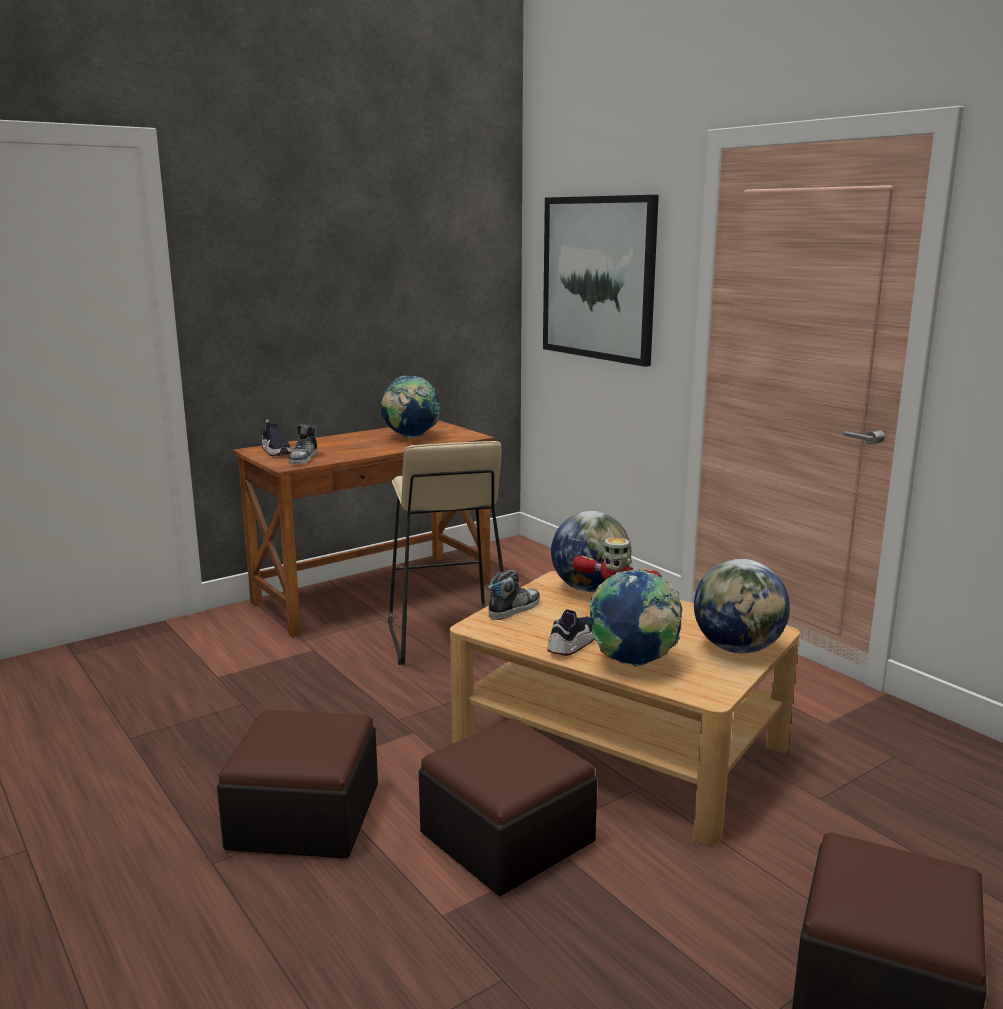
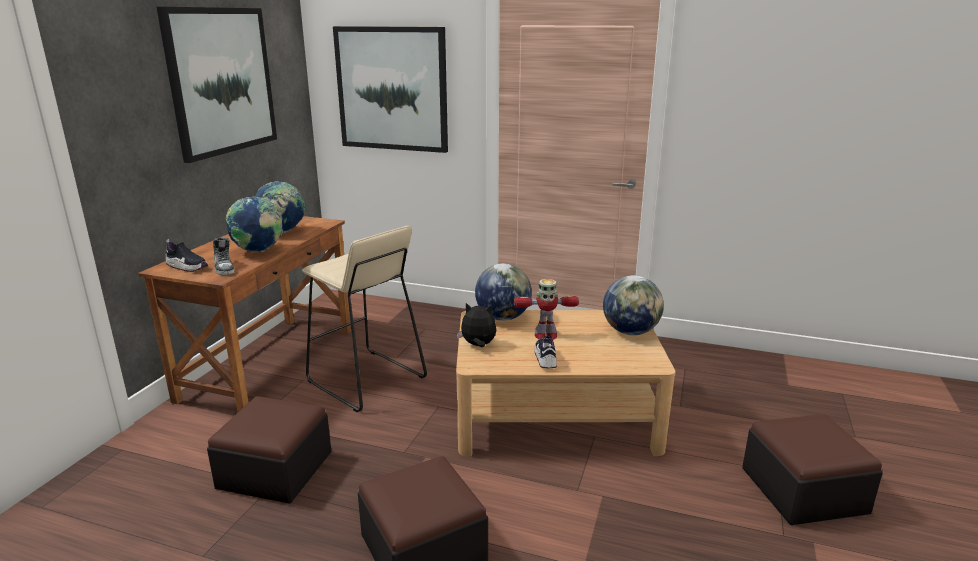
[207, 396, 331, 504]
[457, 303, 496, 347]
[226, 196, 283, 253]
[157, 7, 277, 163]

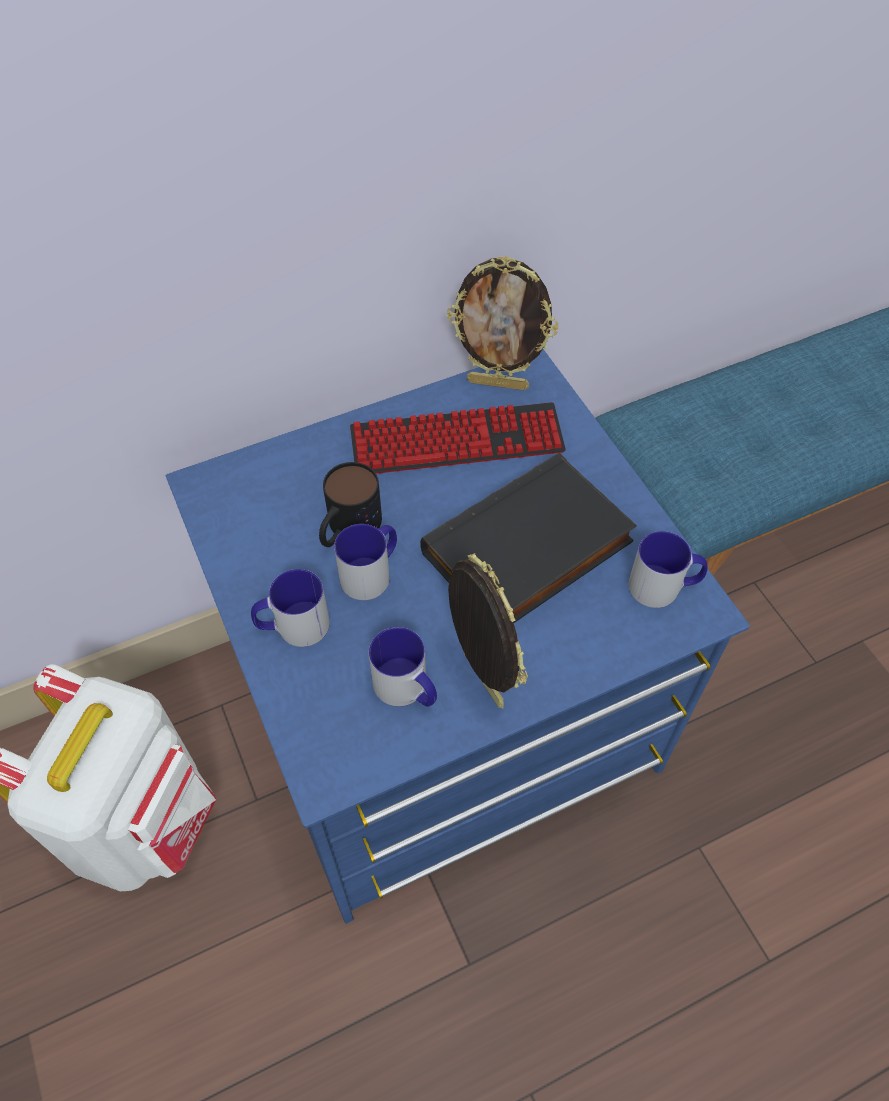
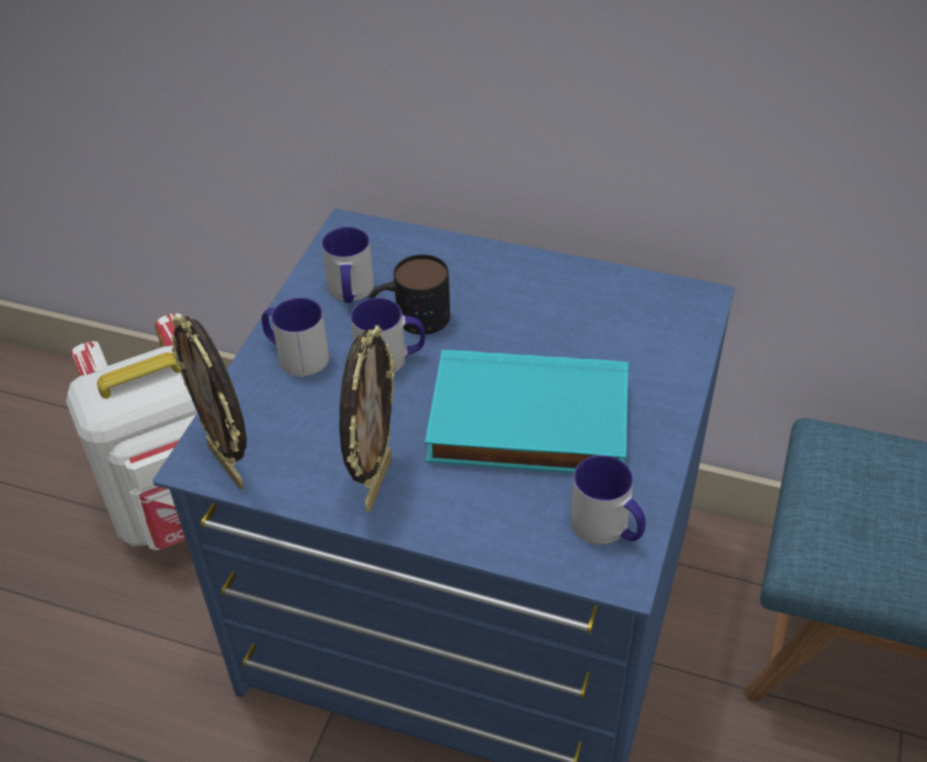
[350, 402, 566, 474] (first image)
[322, 227, 374, 303]
[425, 350, 628, 473]
[171, 315, 247, 489]

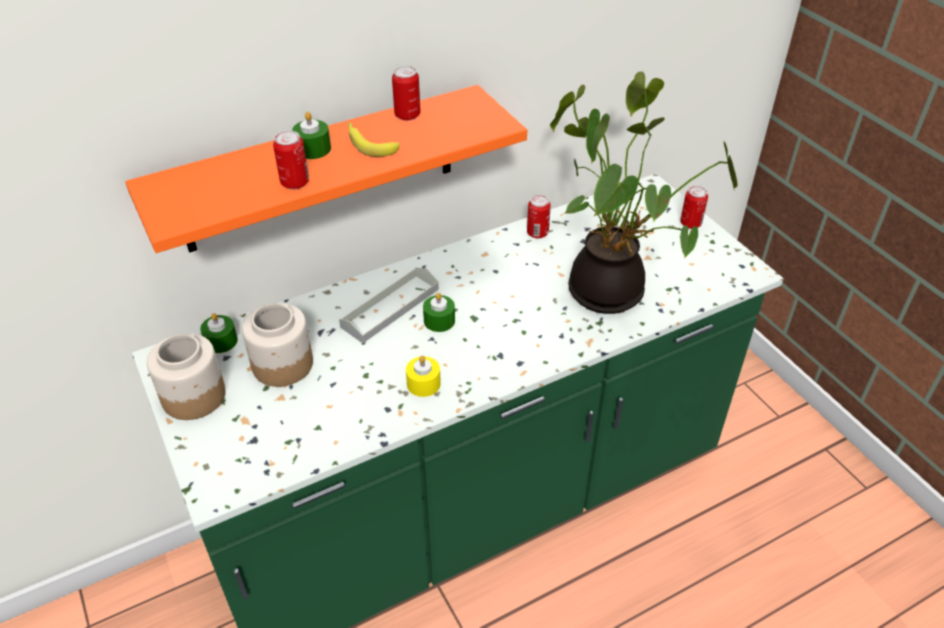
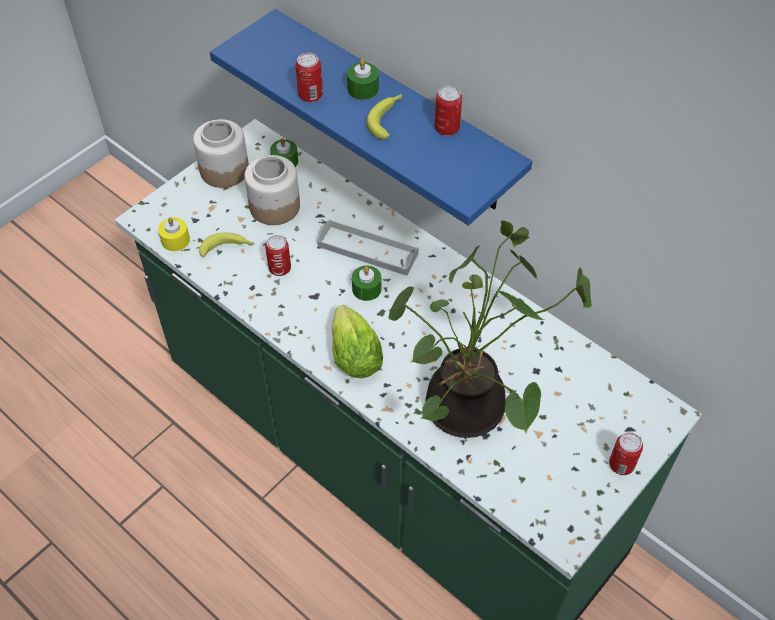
[210, 9, 532, 226]
[158, 217, 190, 251]
[265, 235, 291, 276]
[199, 233, 255, 257]
[332, 305, 383, 378]

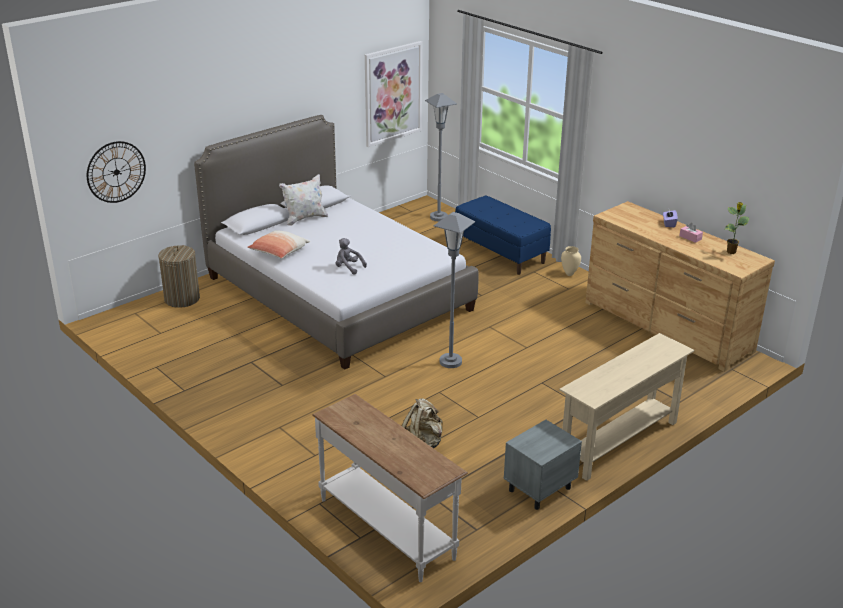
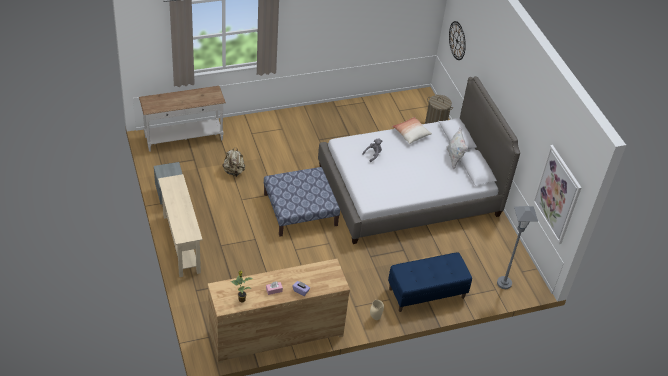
[264, 167, 340, 237]

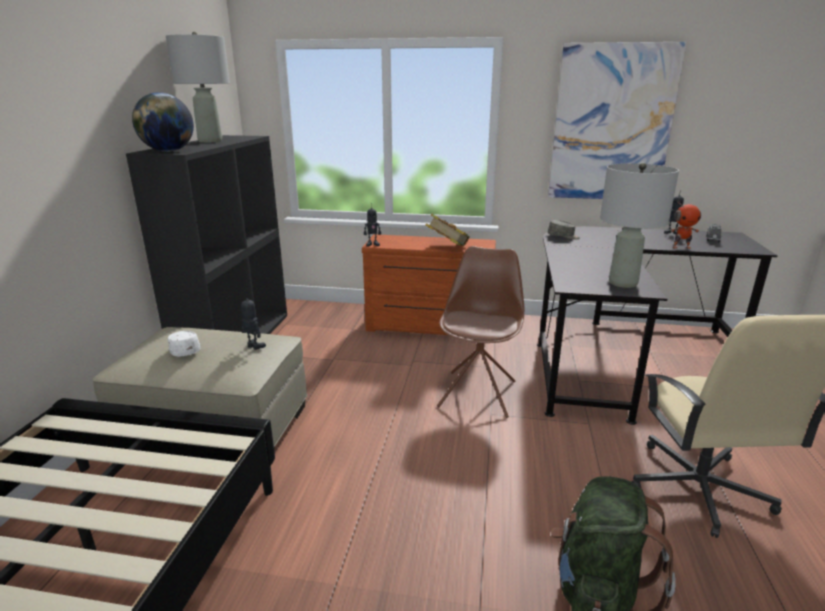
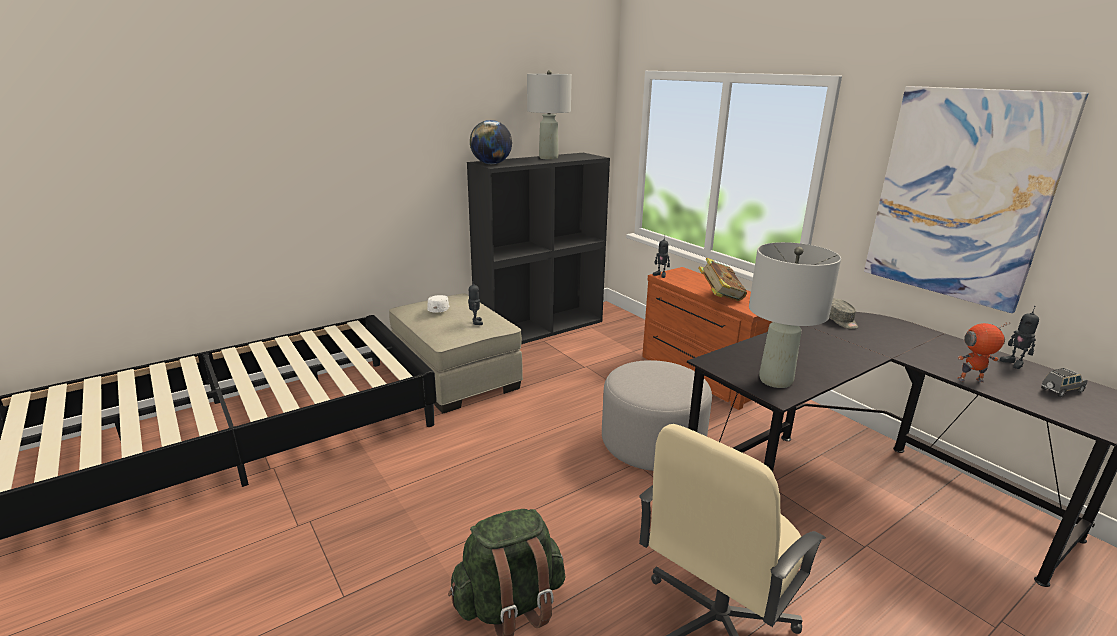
[602, 360, 712, 471]
[957, 322, 1010, 382]

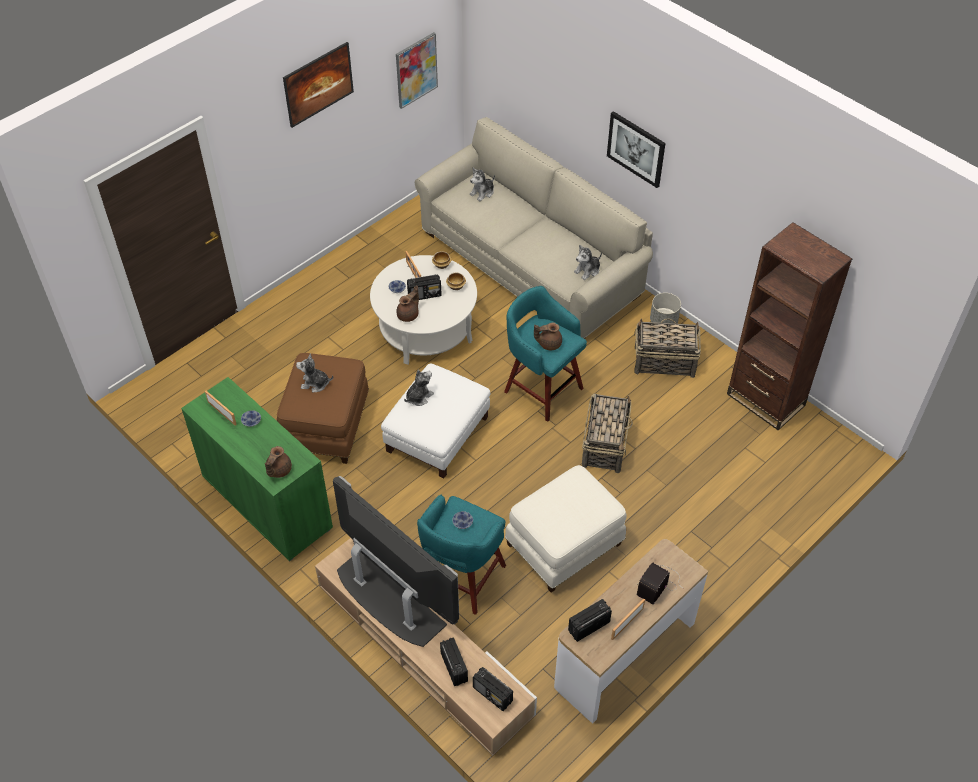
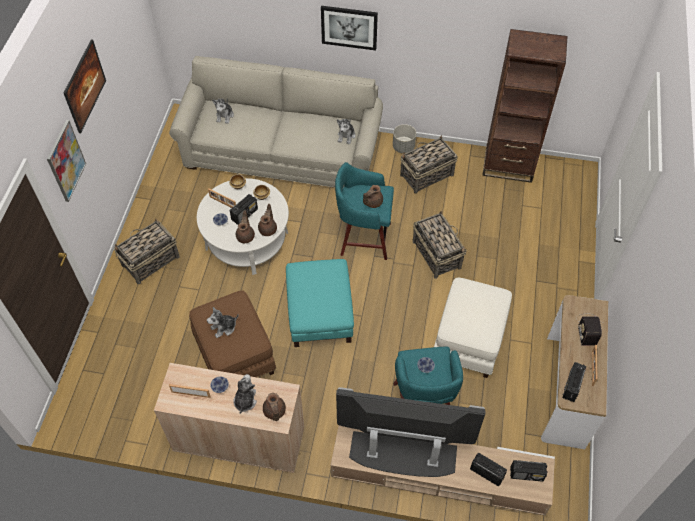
[154, 363, 304, 473]
[286, 259, 354, 347]
[47, 120, 86, 202]
[233, 374, 257, 414]
[114, 219, 180, 284]
[258, 204, 277, 236]

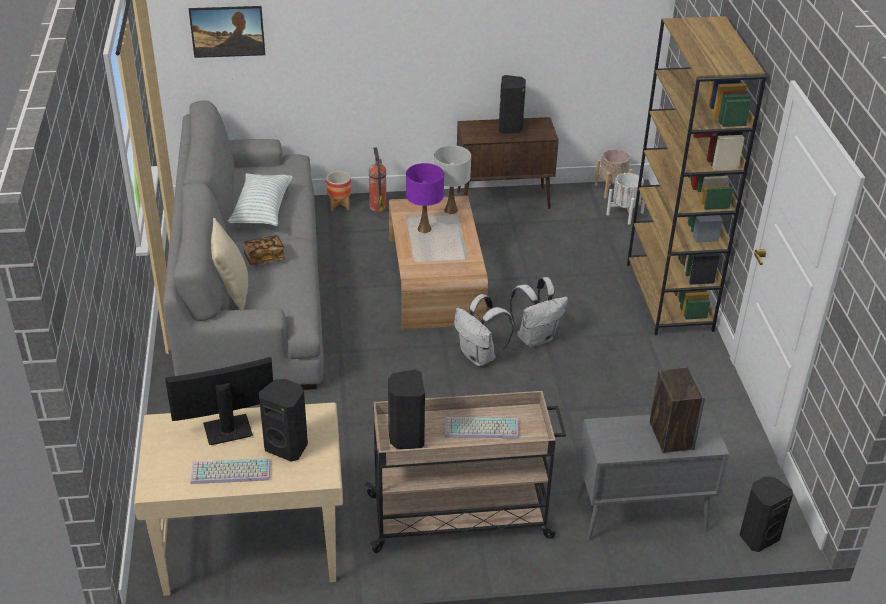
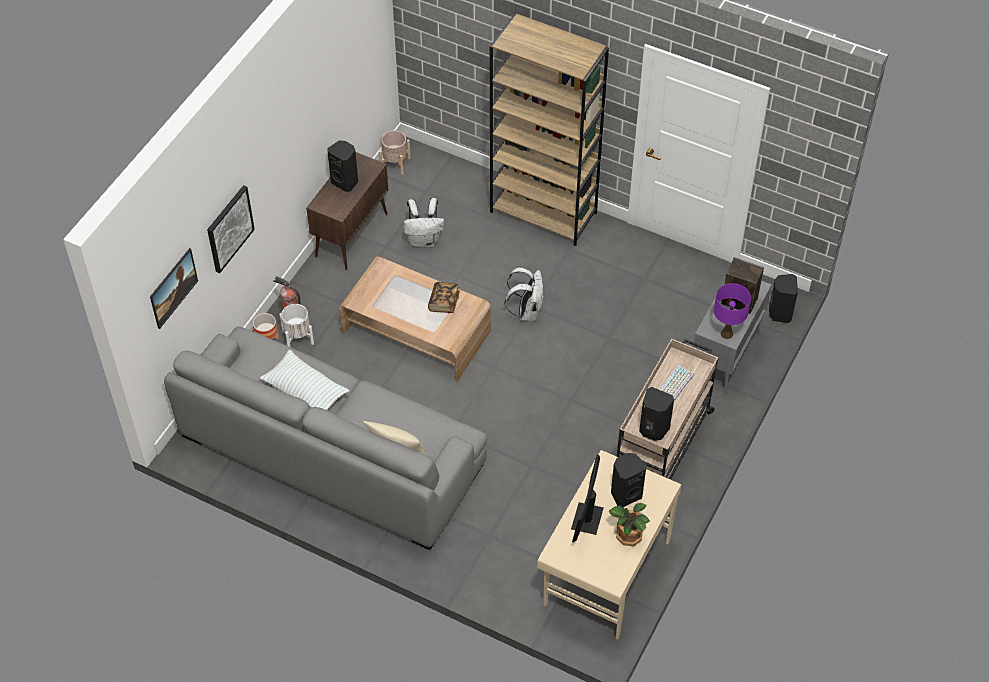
[609, 503, 650, 546]
[428, 282, 460, 313]
[714, 283, 751, 339]
[434, 145, 471, 214] (first image)
[404, 198, 444, 248]
[279, 304, 314, 347]
[207, 185, 255, 273]

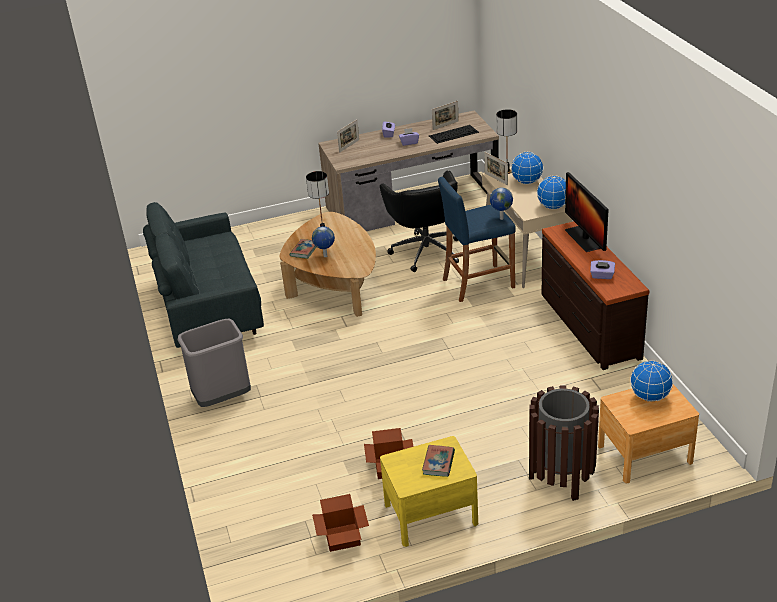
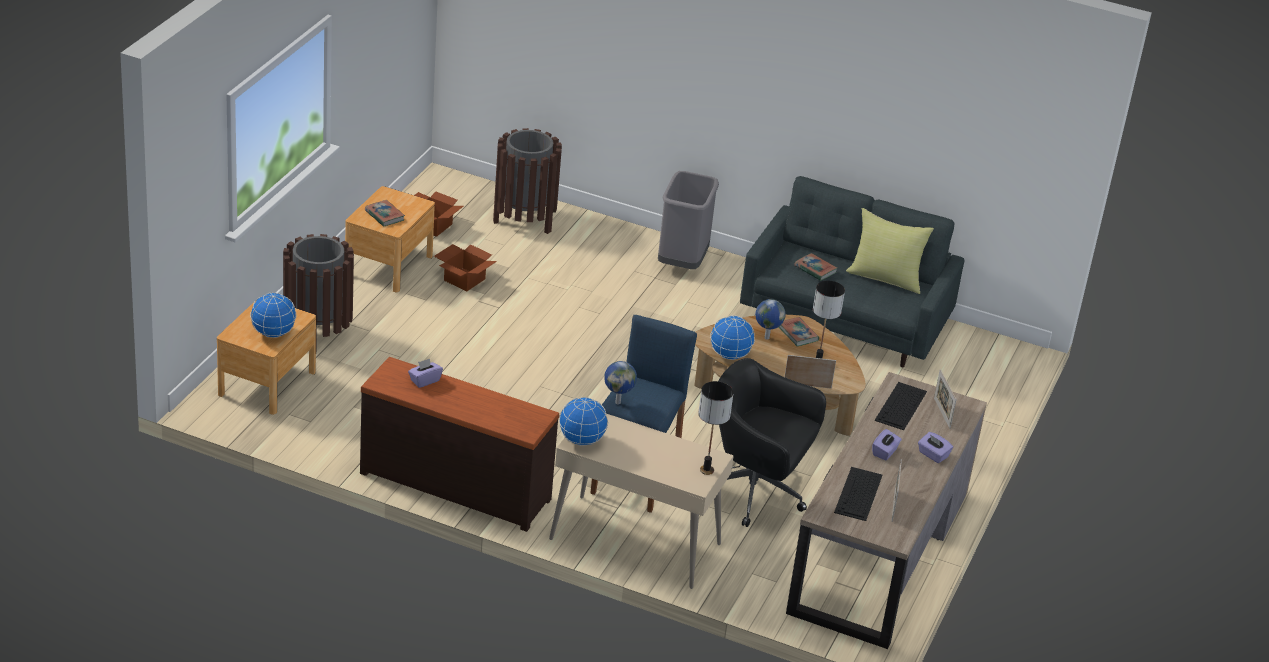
[345, 186, 435, 292]
[784, 355, 836, 389]
[710, 315, 755, 360]
[565, 172, 609, 252] (first image)
[493, 128, 562, 234]
[794, 253, 837, 281]
[846, 208, 934, 294]
[874, 382, 927, 430]

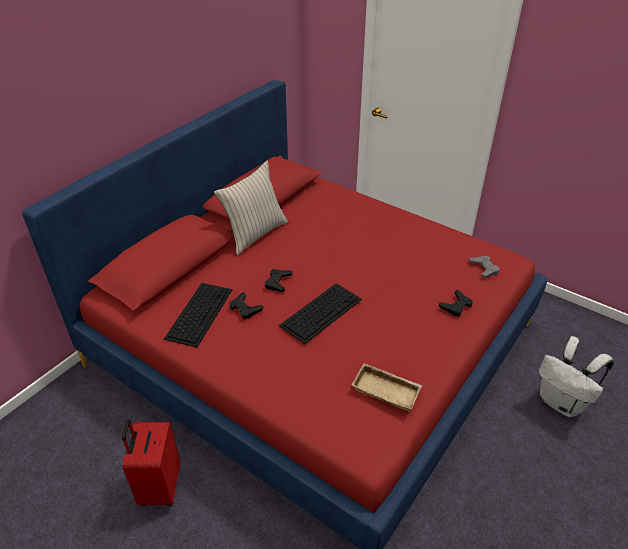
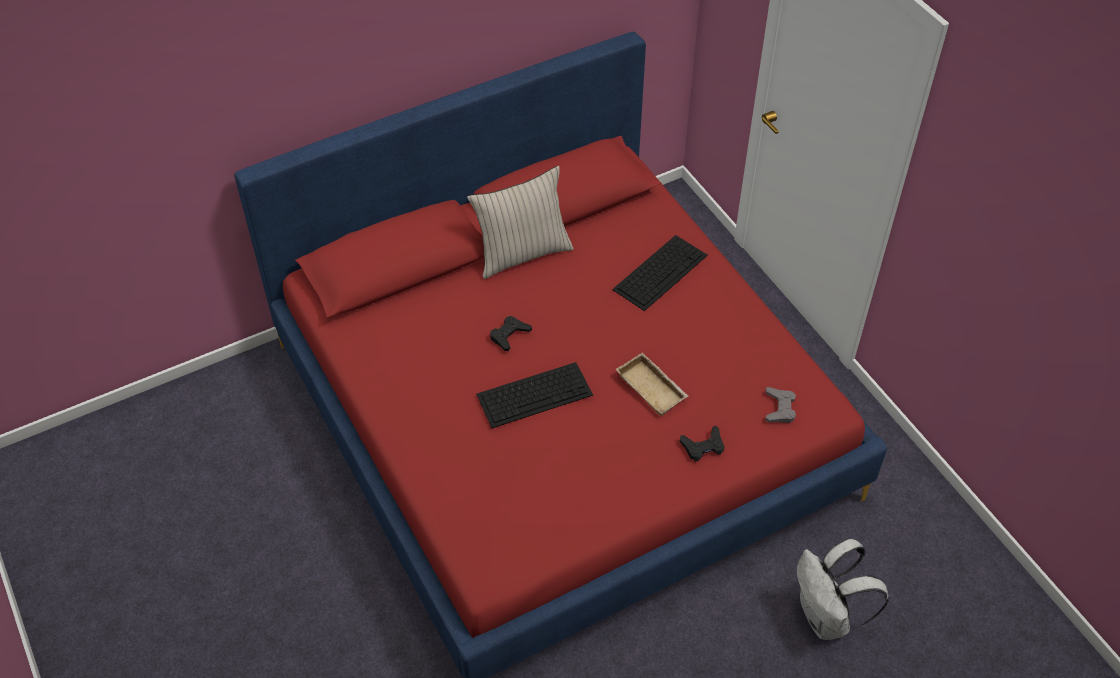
[122, 420, 180, 506] (first image)
[612, 235, 708, 311]
[229, 292, 263, 319] (first image)
[616, 352, 689, 416]

